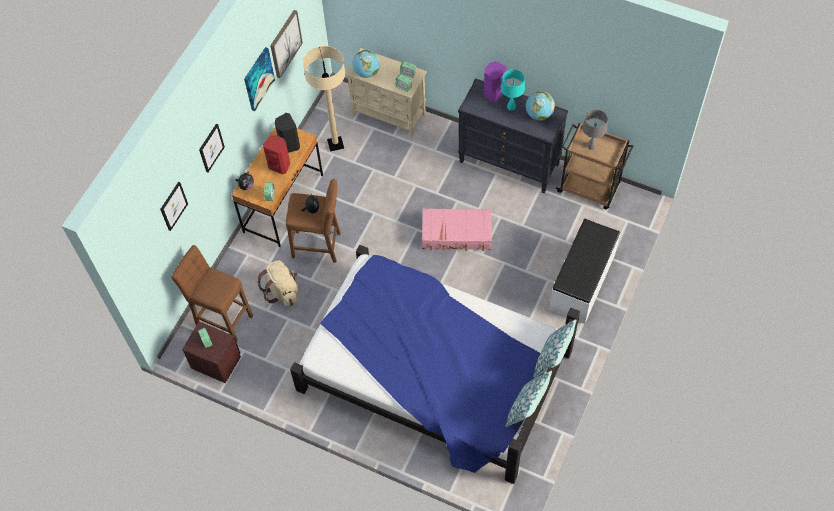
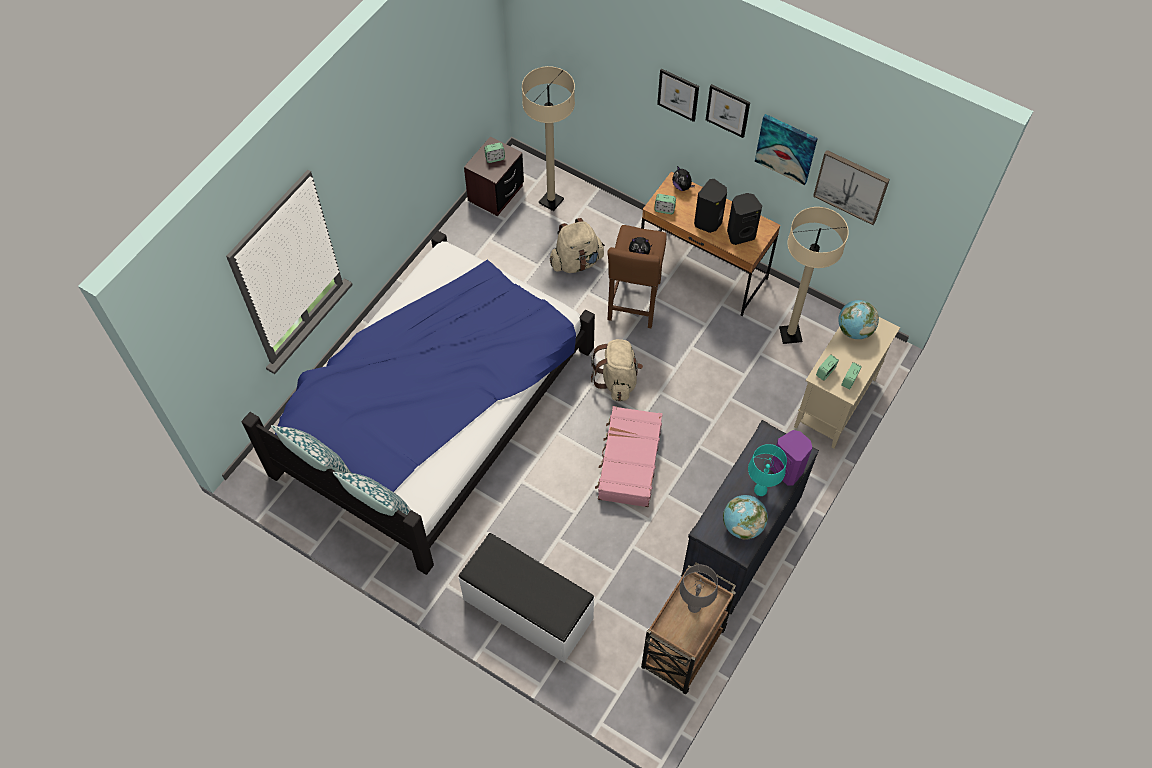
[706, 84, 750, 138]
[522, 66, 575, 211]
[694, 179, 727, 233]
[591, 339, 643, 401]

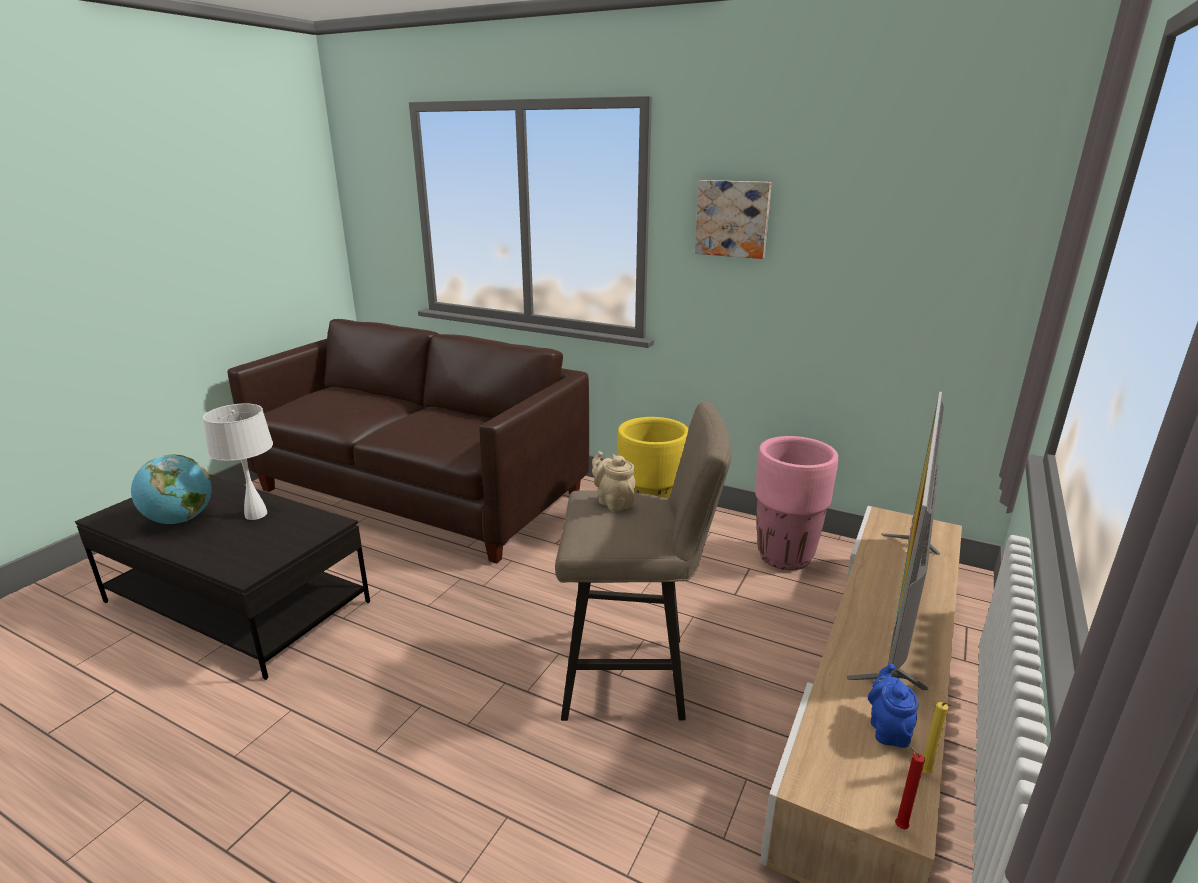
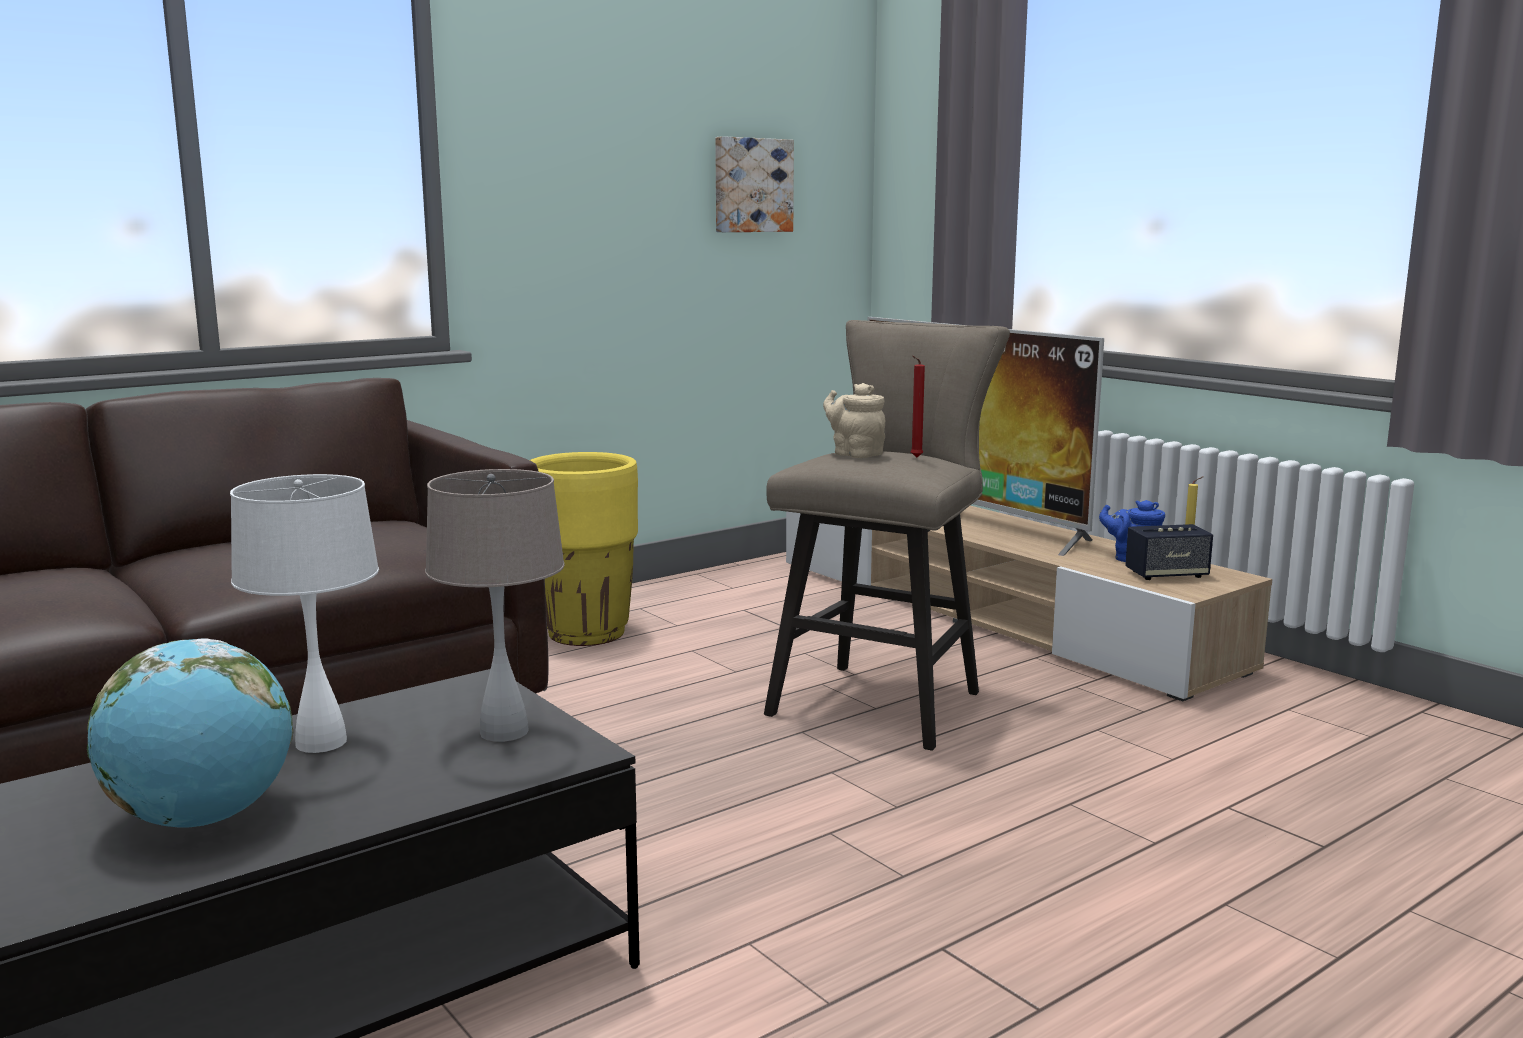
[823, 383, 885, 458]
[715, 136, 794, 232]
[755, 436, 838, 570] (first image)
[911, 355, 925, 457]
[425, 469, 565, 742]
[1125, 524, 1213, 580]

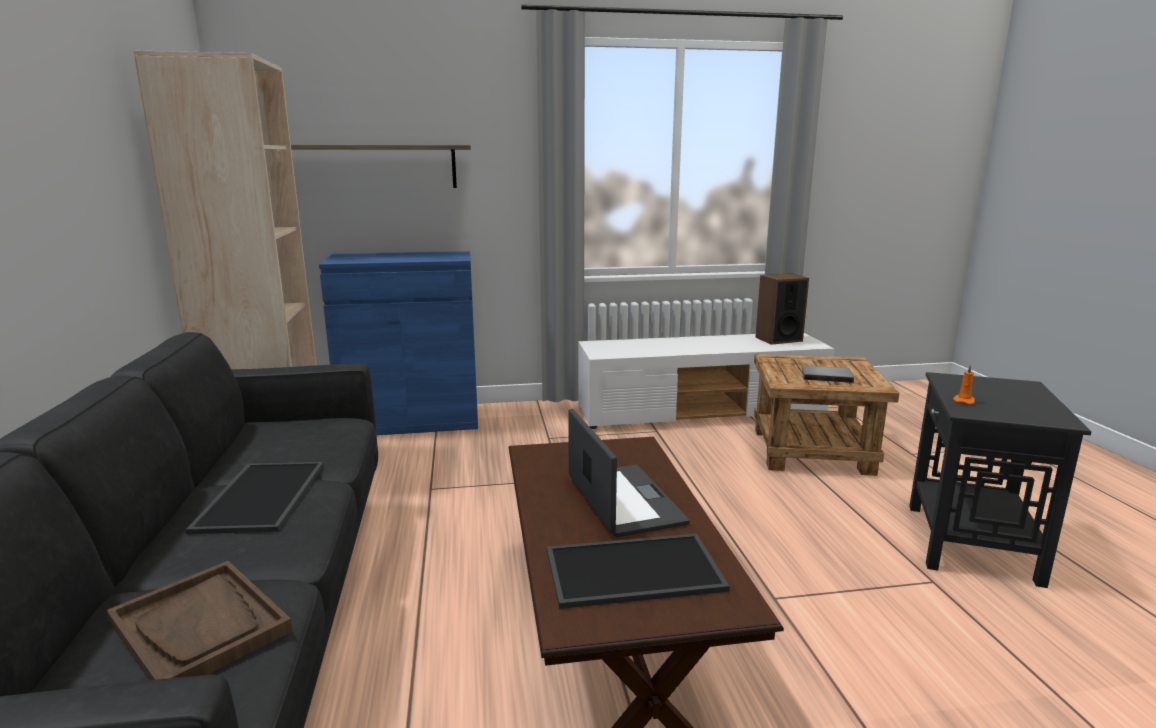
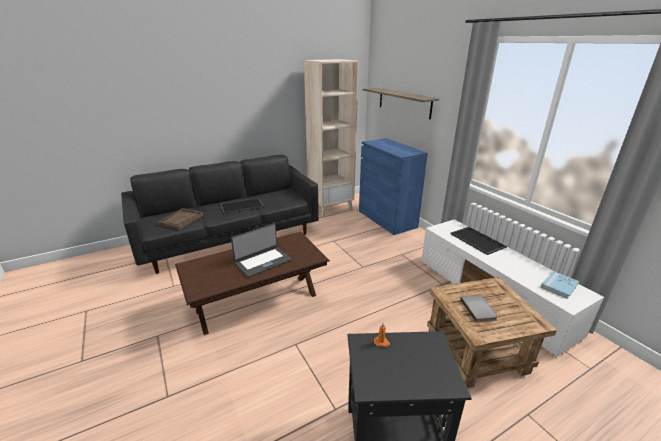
[450, 227, 507, 255]
[541, 271, 579, 299]

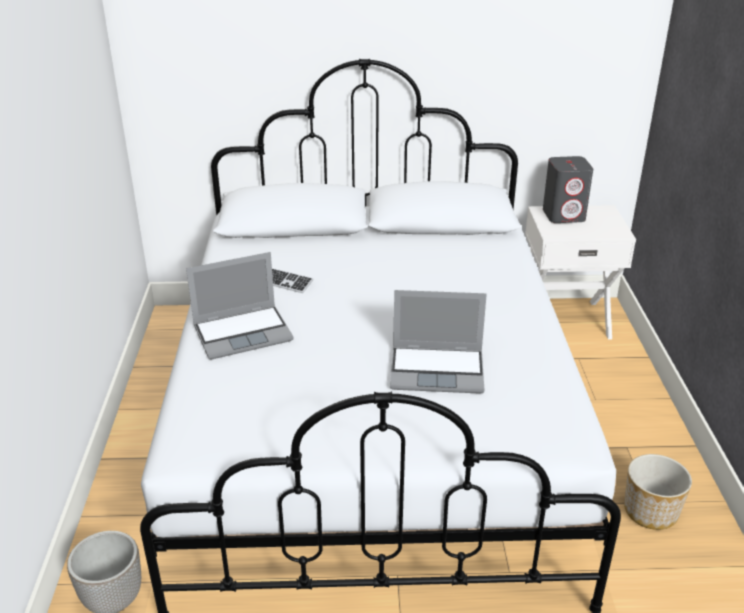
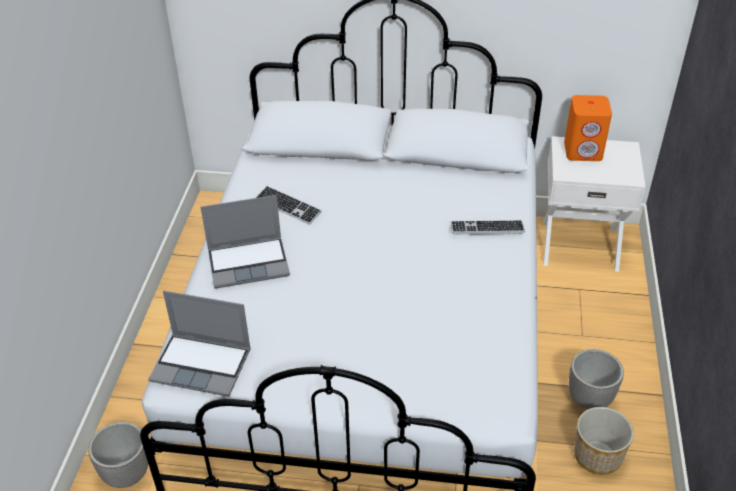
[148, 291, 251, 397]
[564, 95, 612, 161]
[450, 220, 525, 235]
[569, 349, 624, 410]

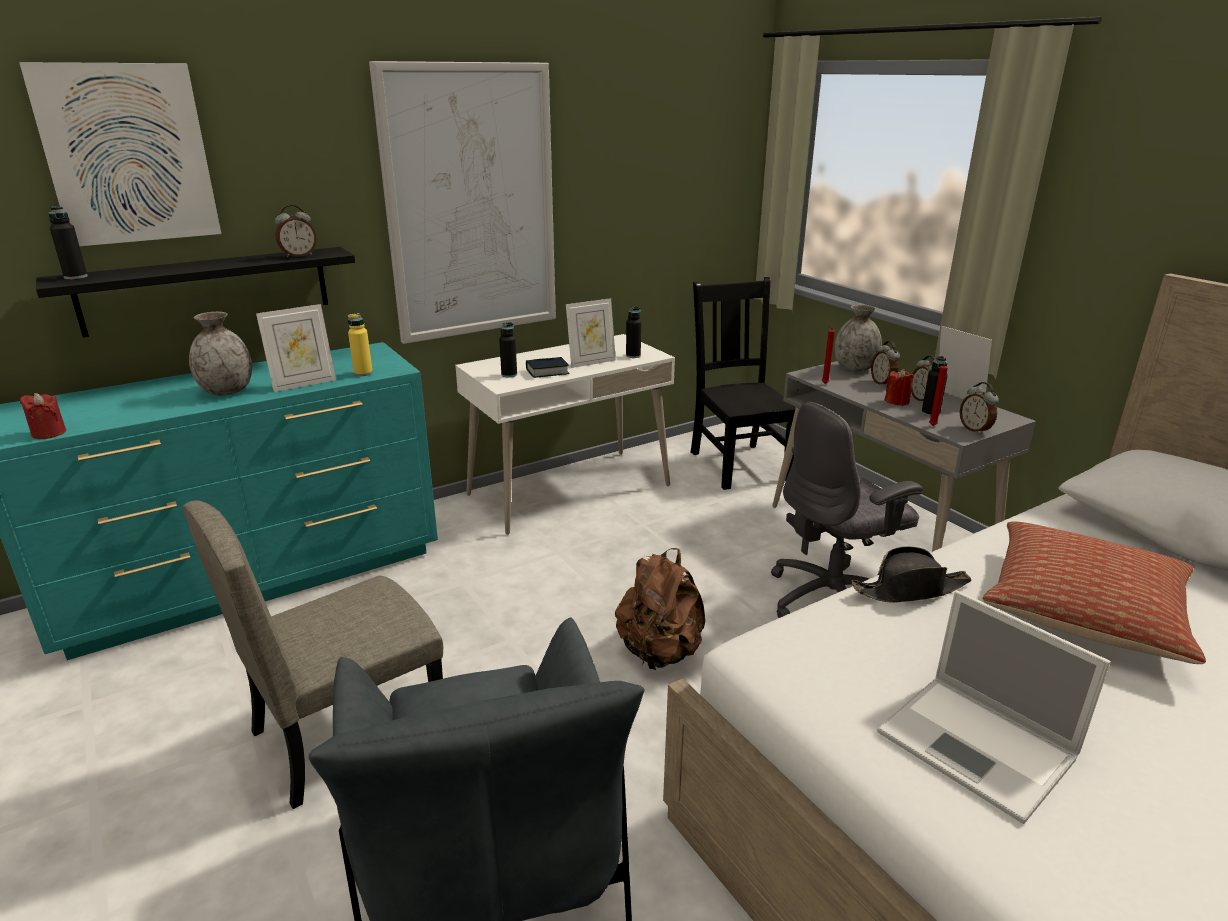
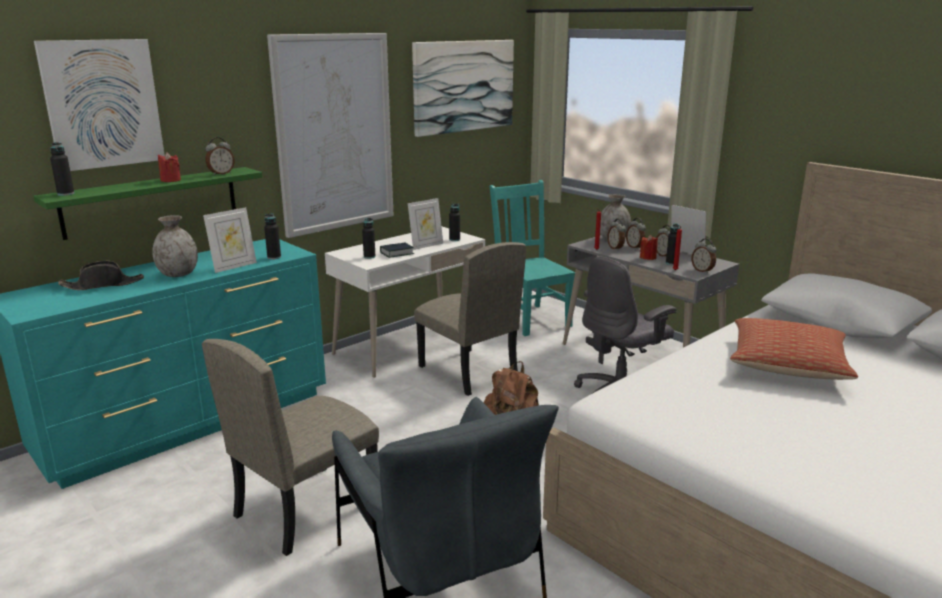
[158, 152, 181, 182]
[34, 167, 262, 240]
[264, 213, 281, 260]
[489, 180, 575, 336]
[58, 261, 144, 290]
[877, 591, 1111, 824] (first image)
[412, 40, 514, 137]
[414, 242, 526, 396]
[607, 219, 626, 251]

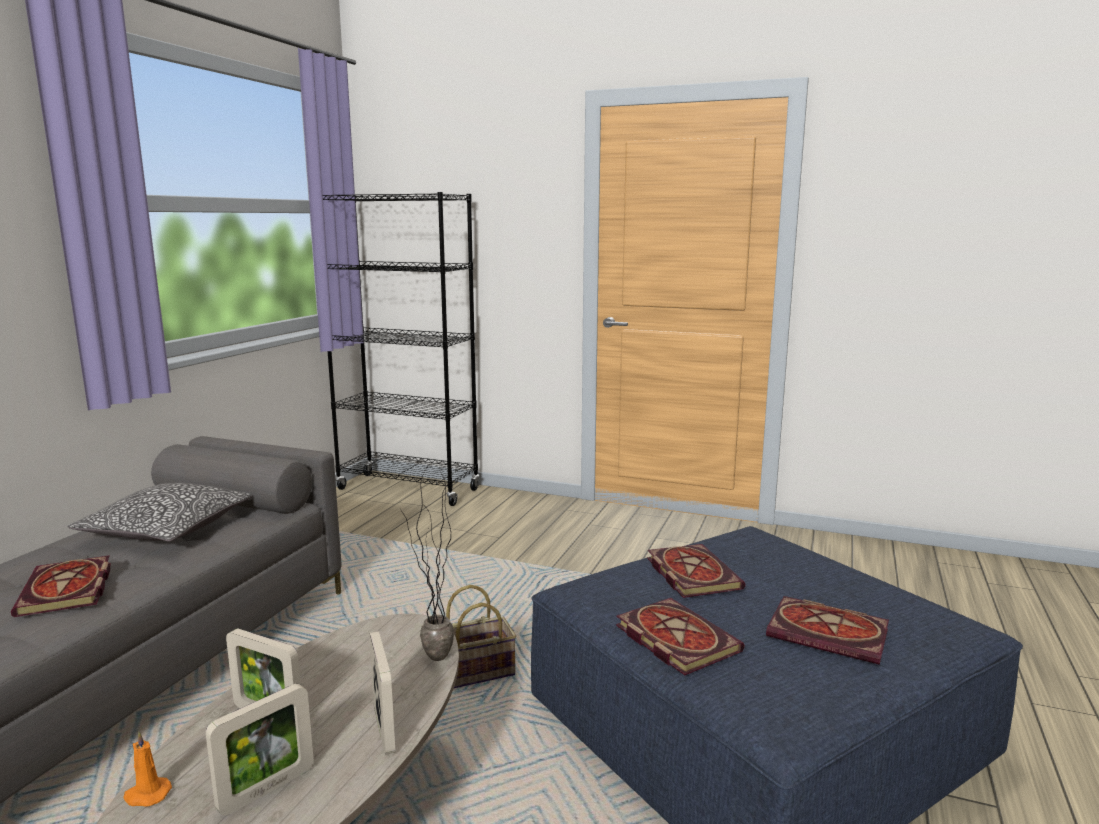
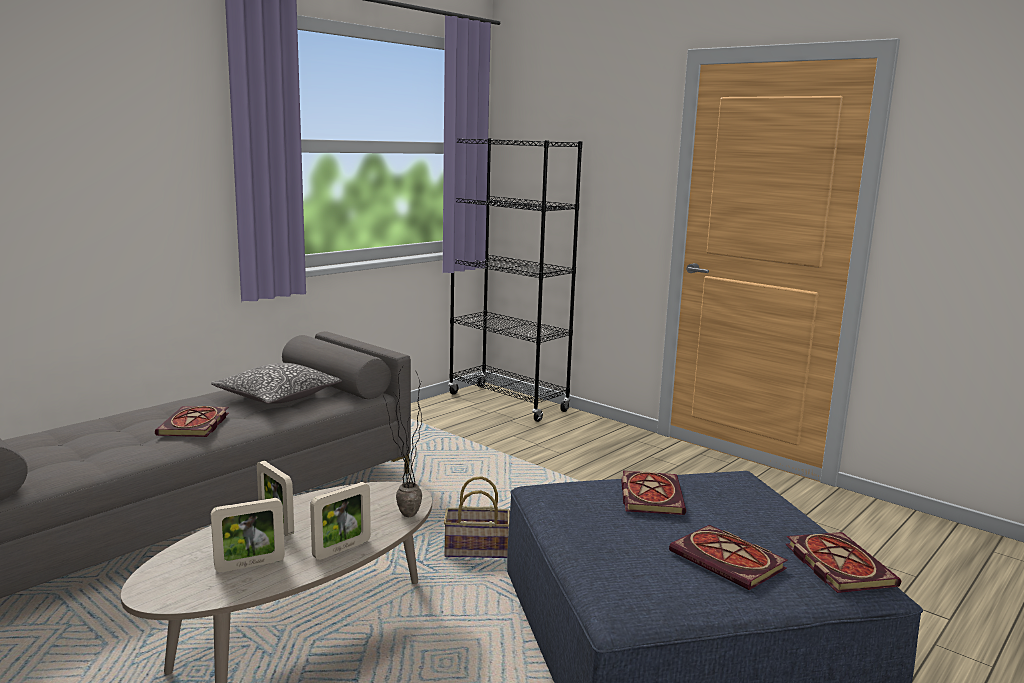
[123, 731, 172, 807] (first image)
[310, 482, 371, 560]
[786, 532, 901, 593]

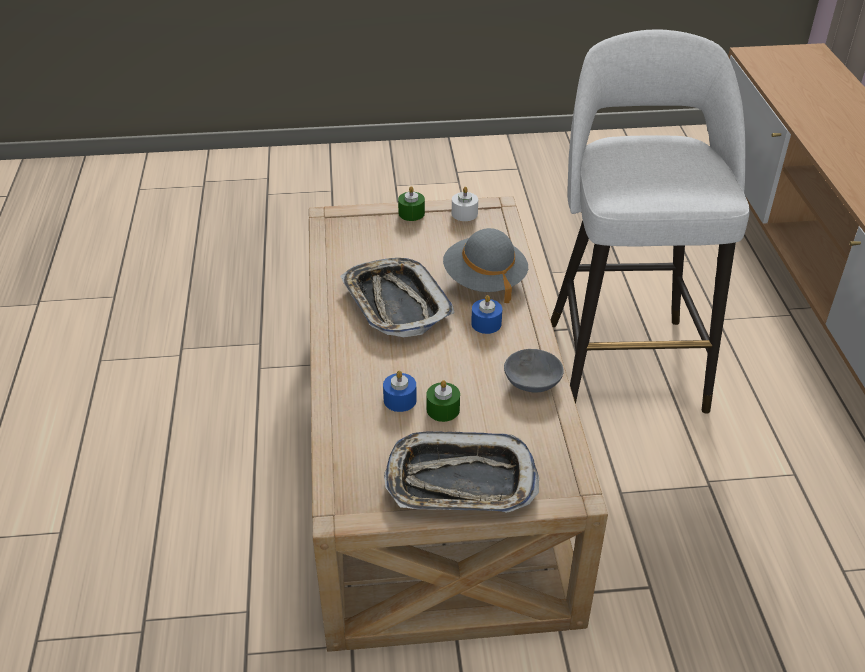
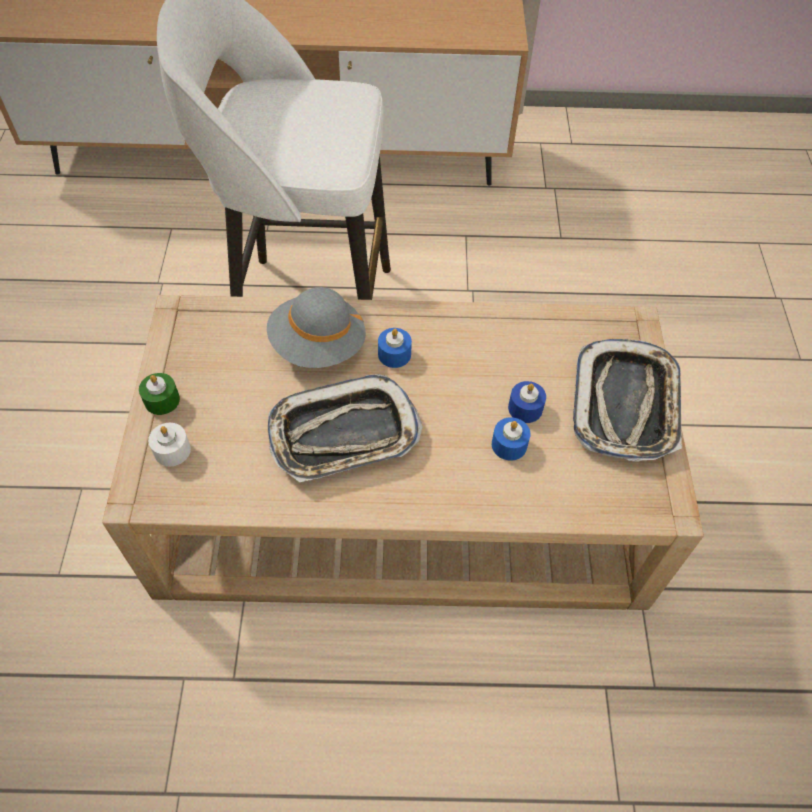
[508, 381, 546, 423]
[148, 423, 191, 466]
[504, 349, 564, 392] (first image)

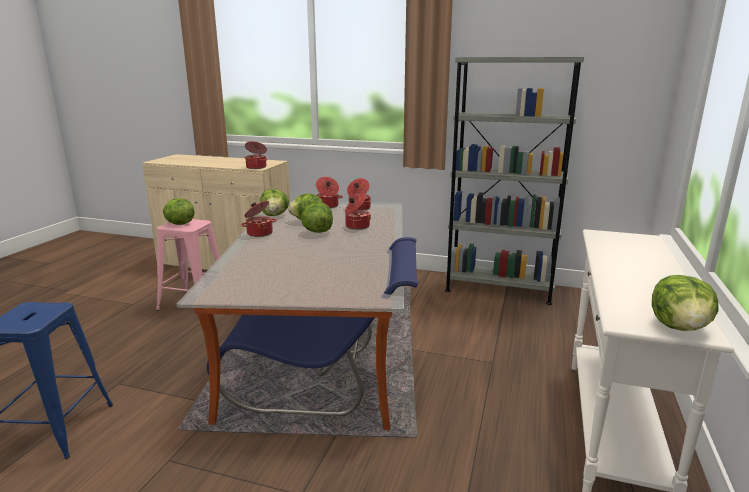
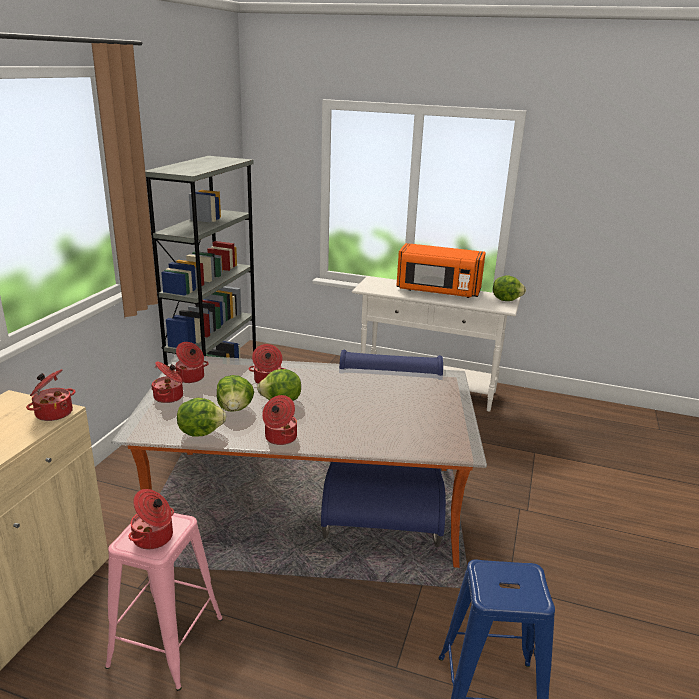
[128, 489, 174, 549]
[397, 243, 486, 298]

